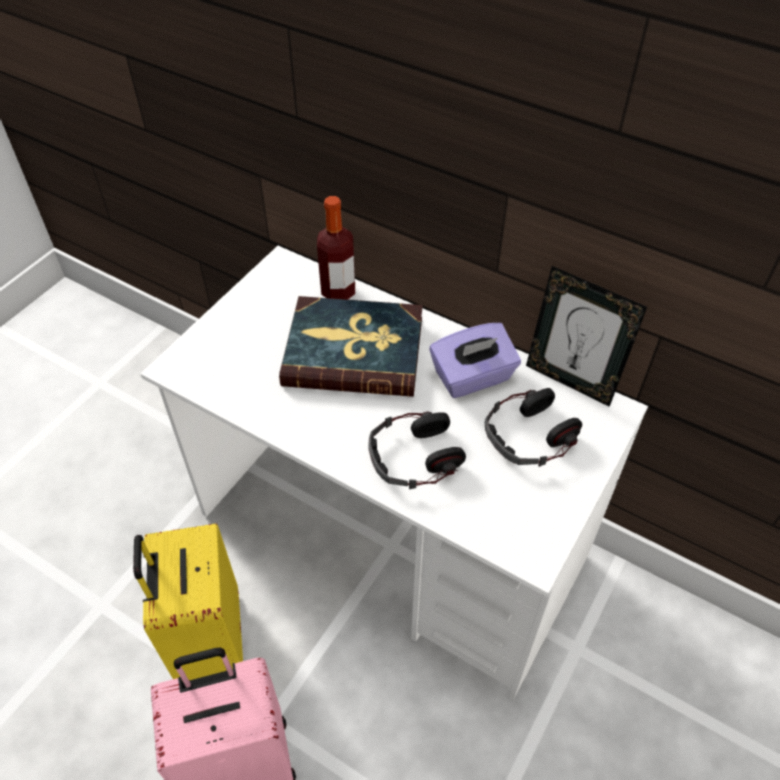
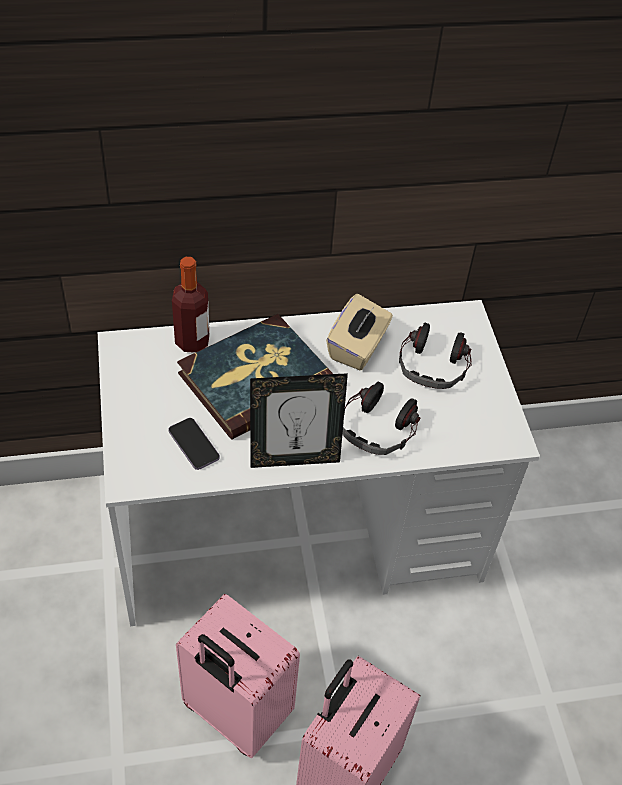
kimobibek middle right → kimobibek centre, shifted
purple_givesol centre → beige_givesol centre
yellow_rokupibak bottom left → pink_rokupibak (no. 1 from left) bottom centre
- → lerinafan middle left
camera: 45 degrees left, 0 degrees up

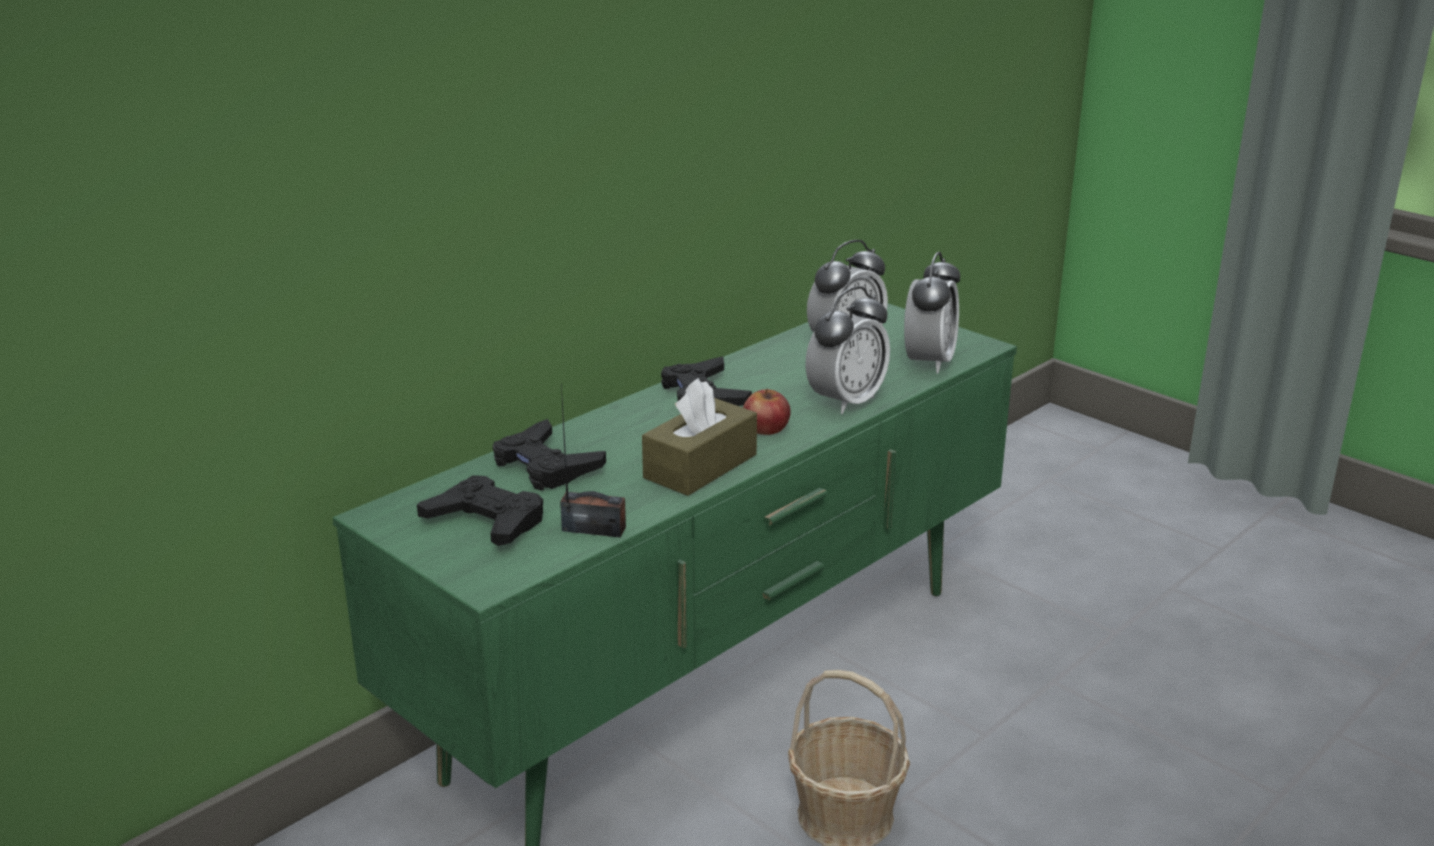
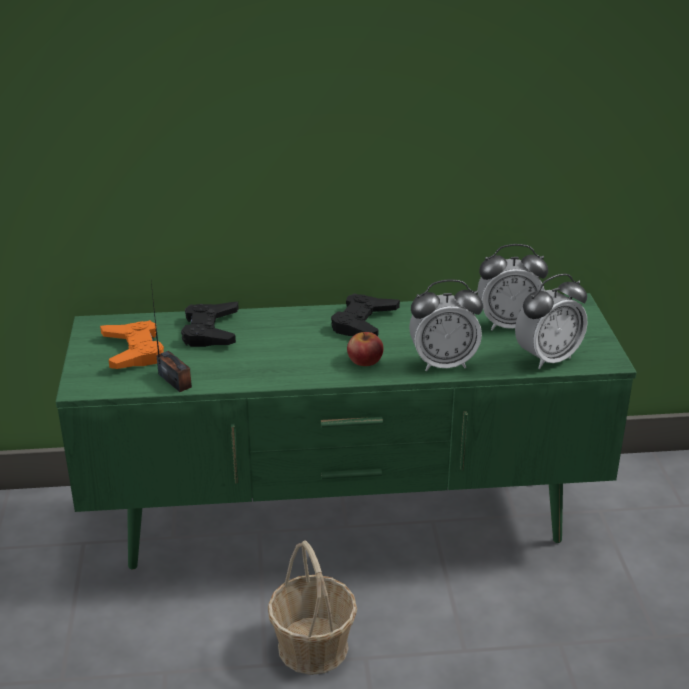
brown_givesol centre → -
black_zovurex (no. 1 from left) centre → orange_zovurex middle left
camera: 40 degrees right, 5 degrees up

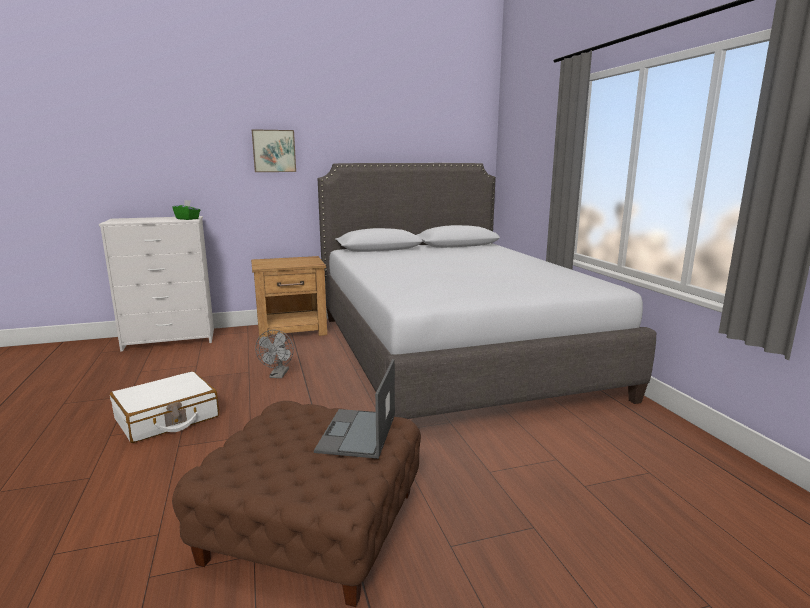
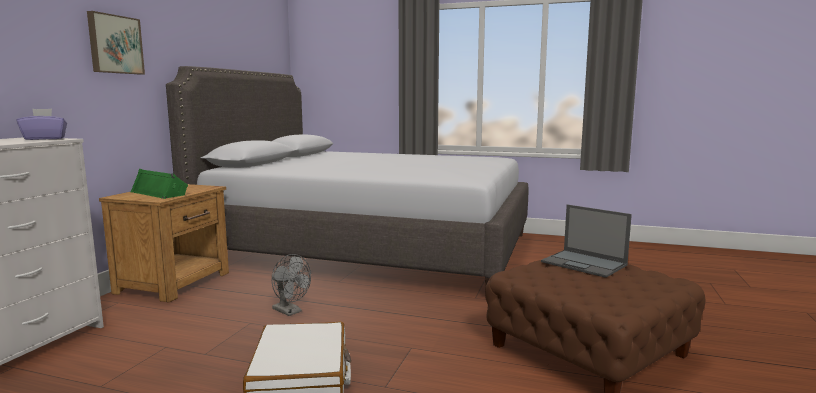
green_givesol middle left → purple_givesol top left
- → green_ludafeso middle left
camera: 55 degrees left, 5 degrees down

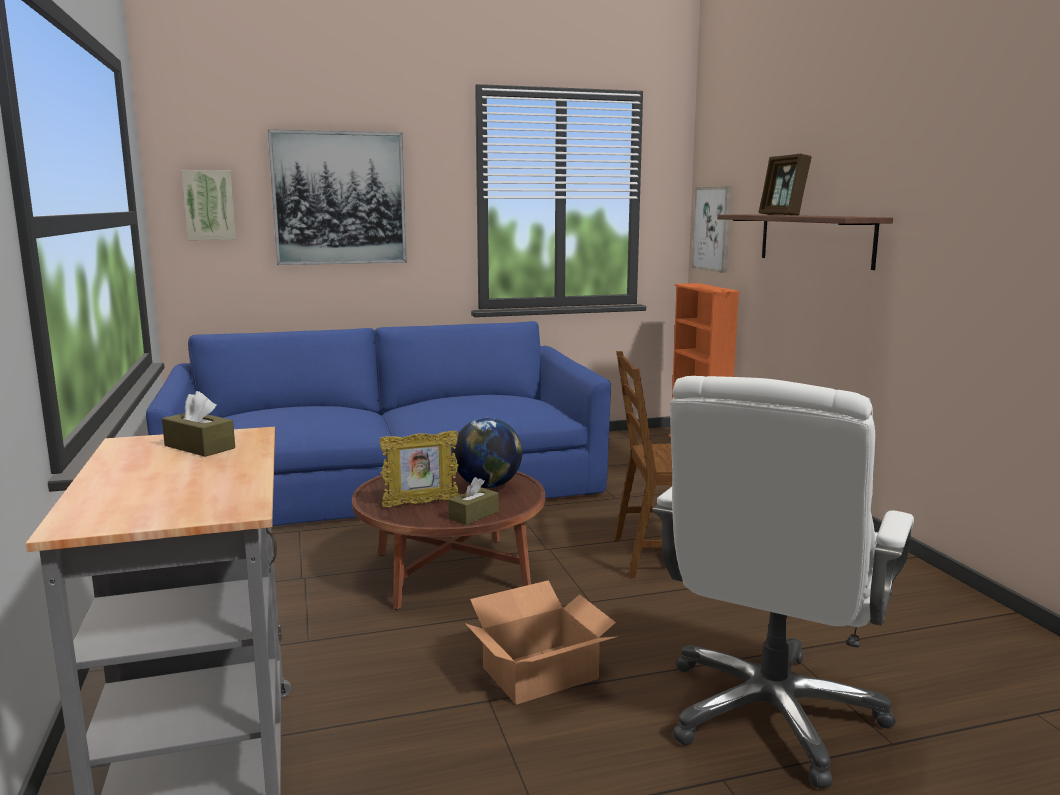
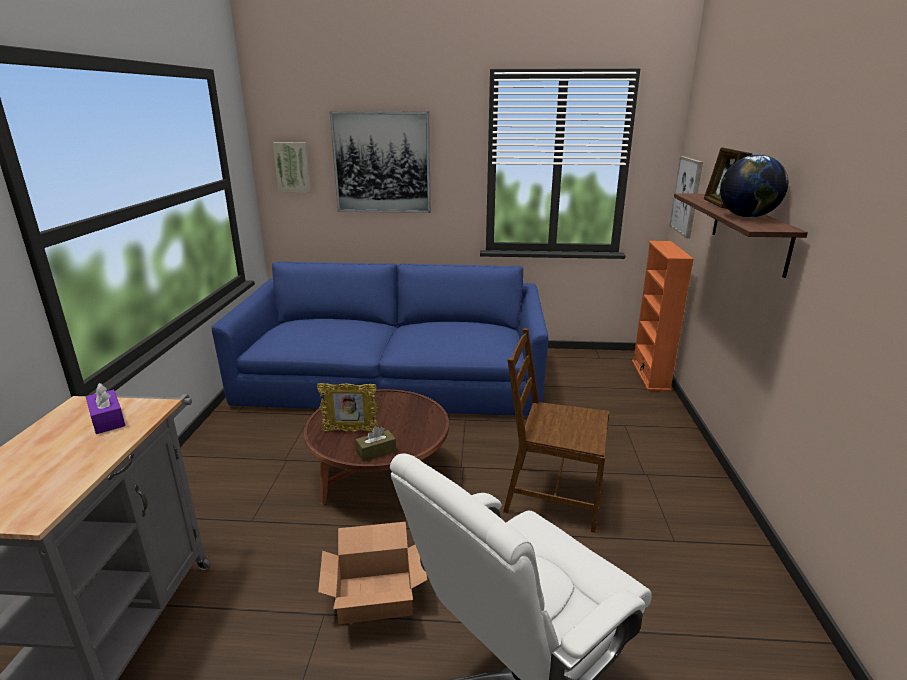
brown_givesol (no. 1 from left) middle left → purple_givesol middle left
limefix centre → limefix top right, shifted
camera: 20 degrees right, 10 degrees up

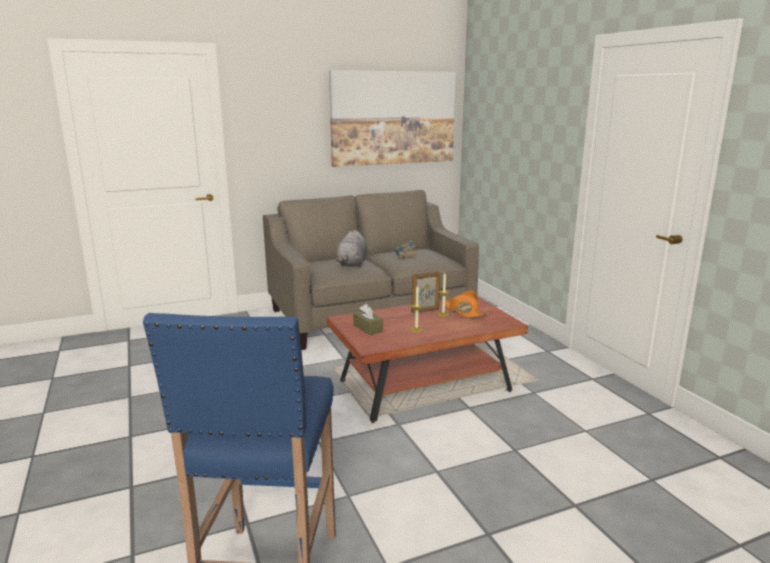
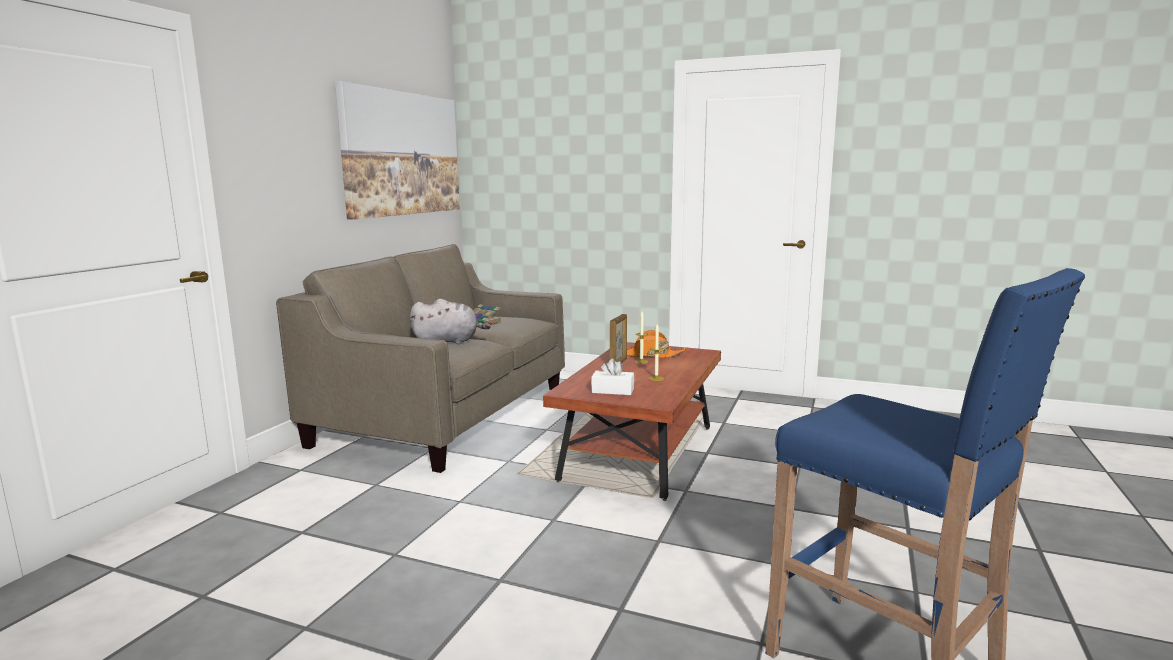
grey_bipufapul centre, 60 degrees counterclockwise
brown_givesol centre → white_givesol centre
camera: 45 degrees left, 5 degrees down

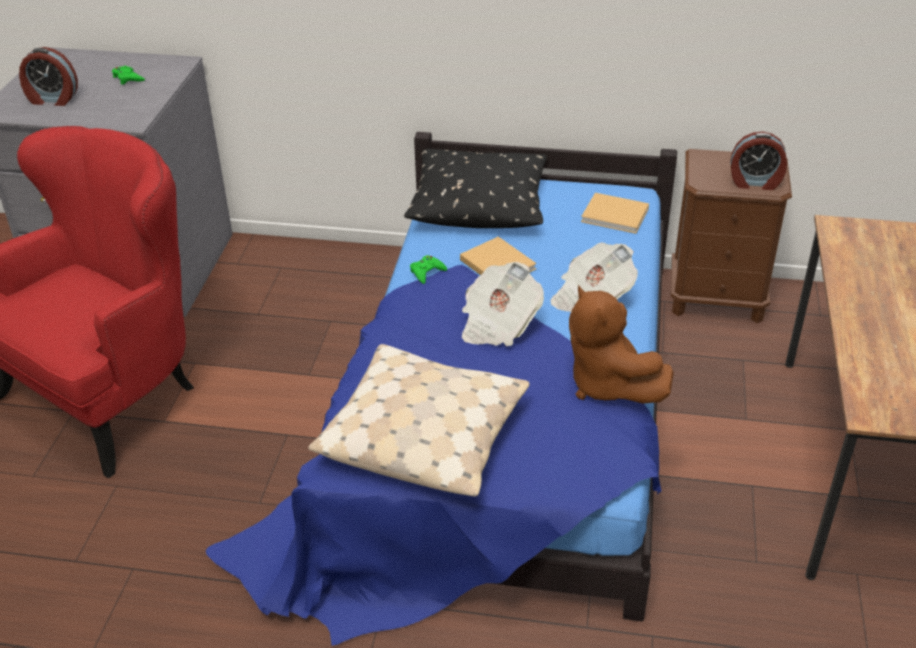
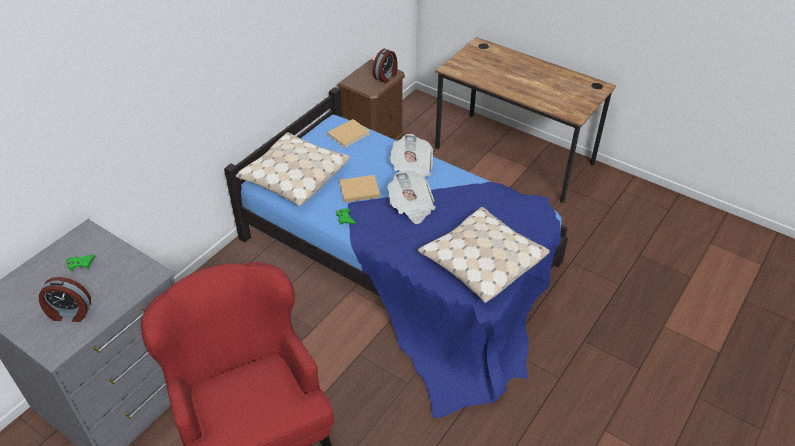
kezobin (no. 1 from left) top left → kezobin (no. 1 from left) bottom left, 60 degrees clockwise
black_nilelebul top centre → beige_nilelebul (no. 1 from left) centre
brown_bipufapul middle right → -
camera: 65 degrees left, 5 degrees up

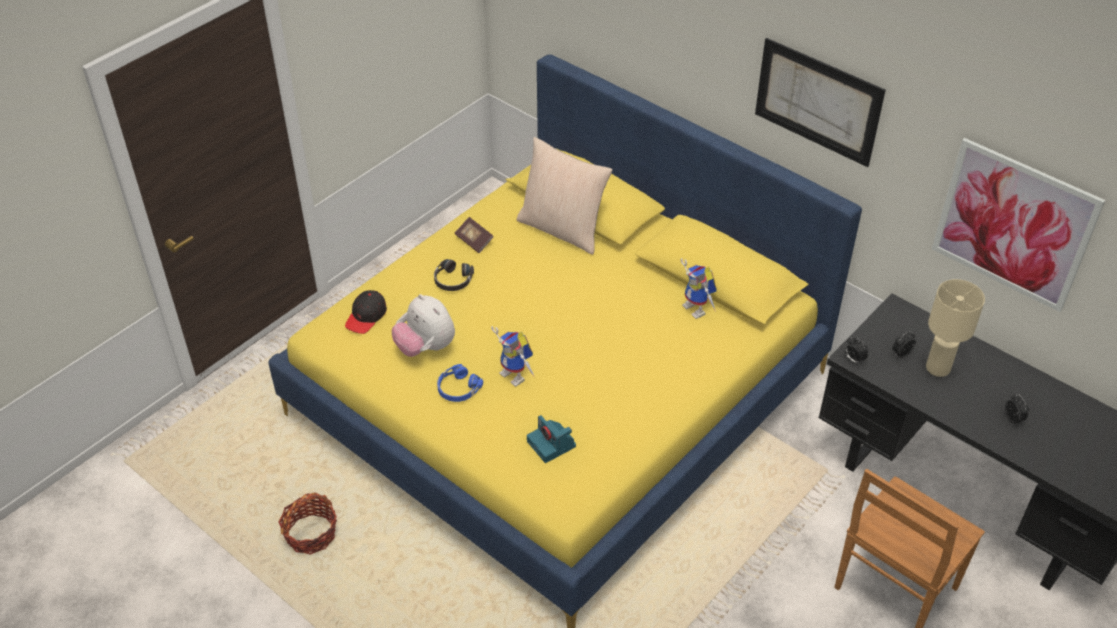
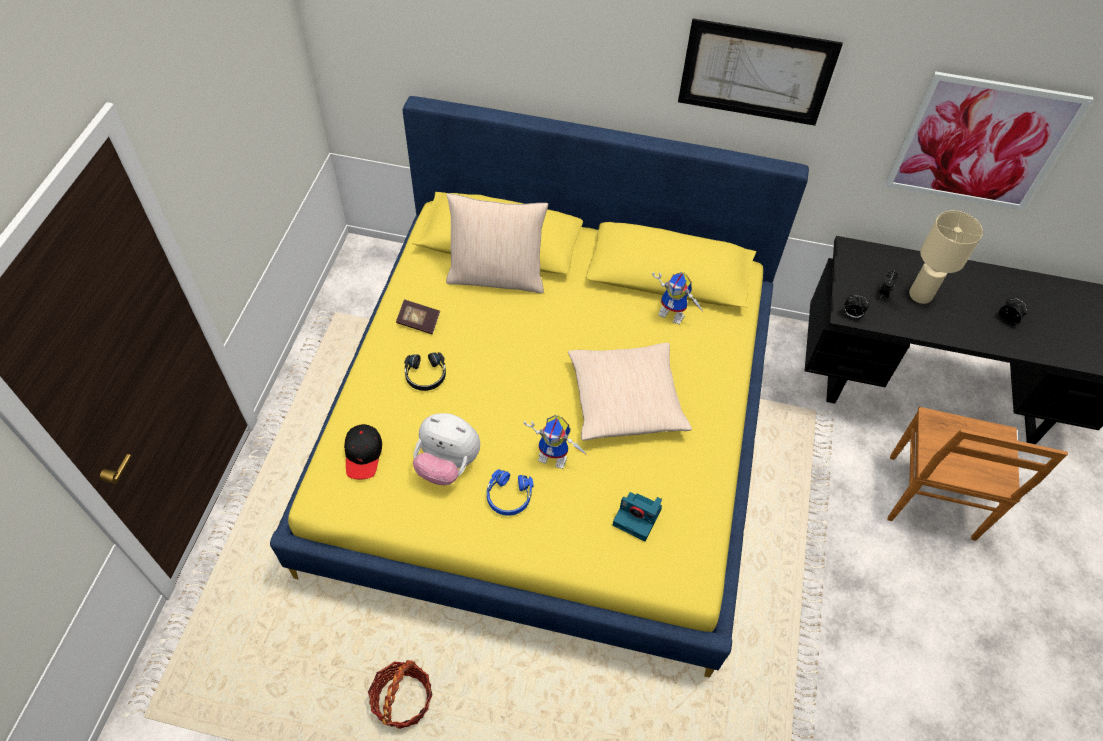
- → beige_nilelebul (no. 2 from left) centre
camera: 30 degrees left, 10 degrees up

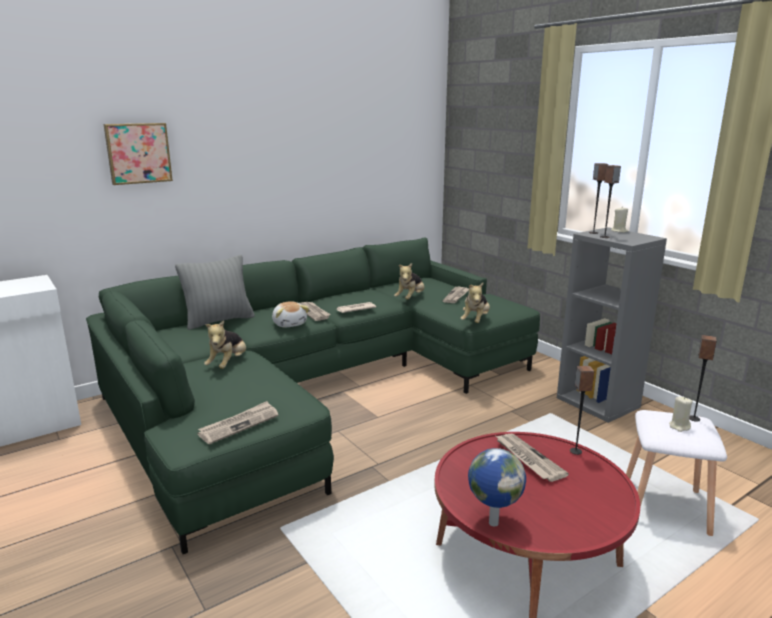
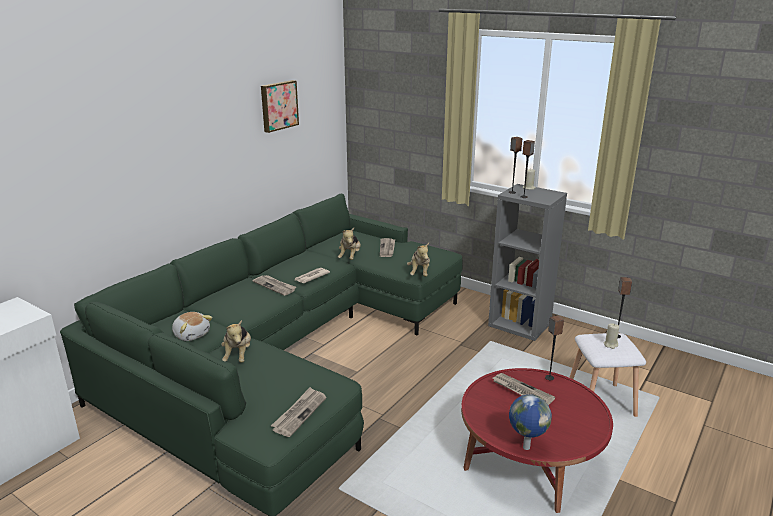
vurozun top left → vurozun top centre, shifted
grey_nilelebul middle left → -
bipufapul (no. 2 from left in the first image) centre → bipufapul (no. 1 from left) middle left, shifted
camera: 20 degrees left, 5 degrees up

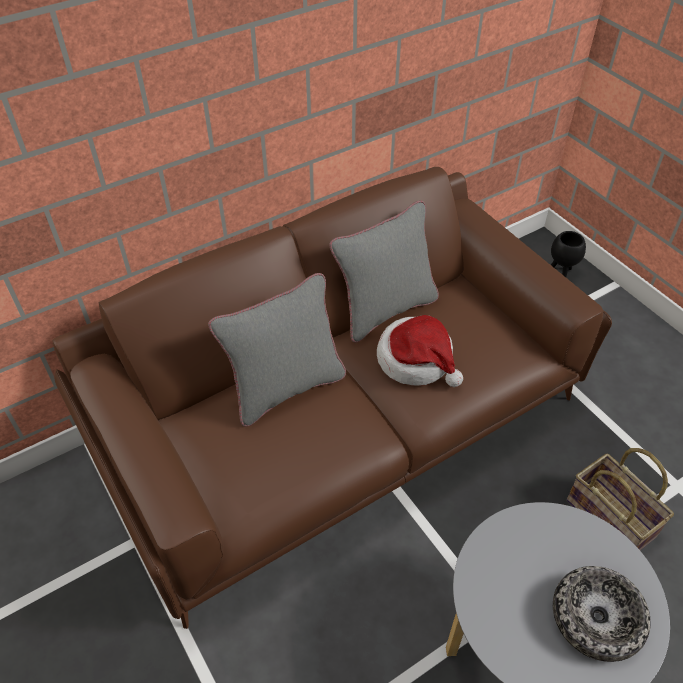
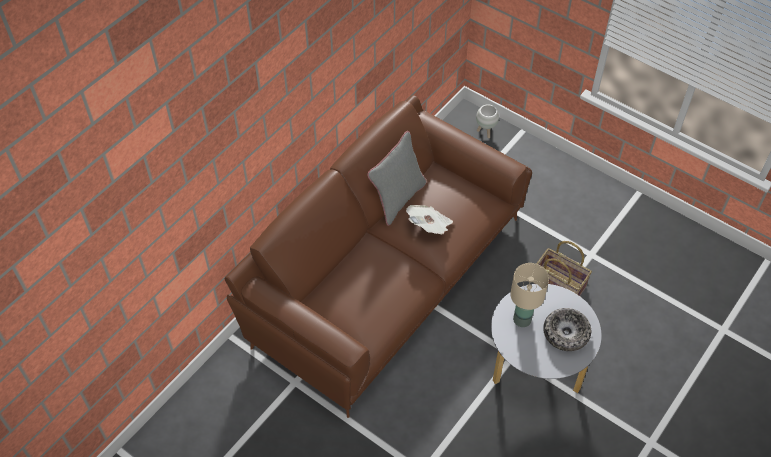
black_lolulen middle right → white_lolulen top centre
grey_nilelebul (no. 1 from left) centre → -
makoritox centre → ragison centre
- → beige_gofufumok middle right
camera: 20 degrees left, 5 degrees up

